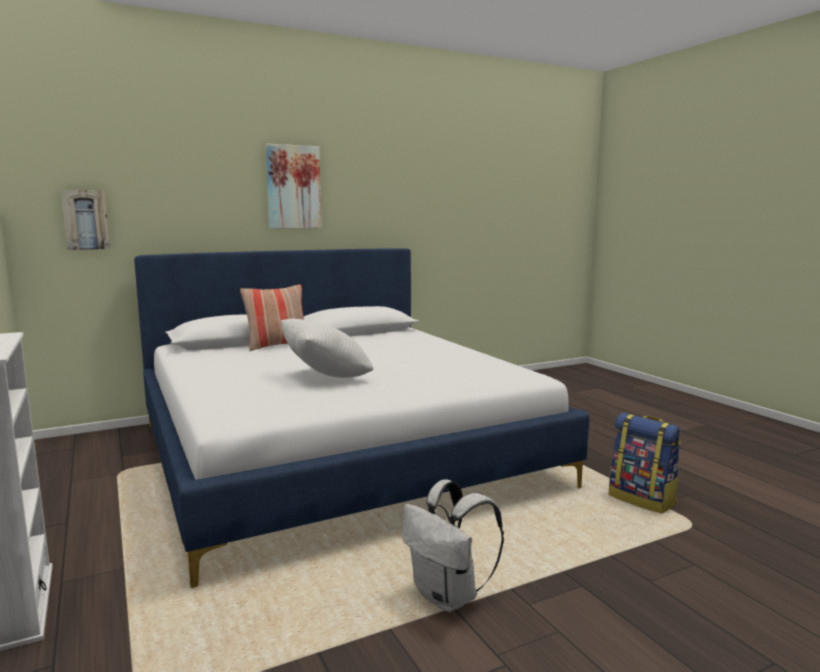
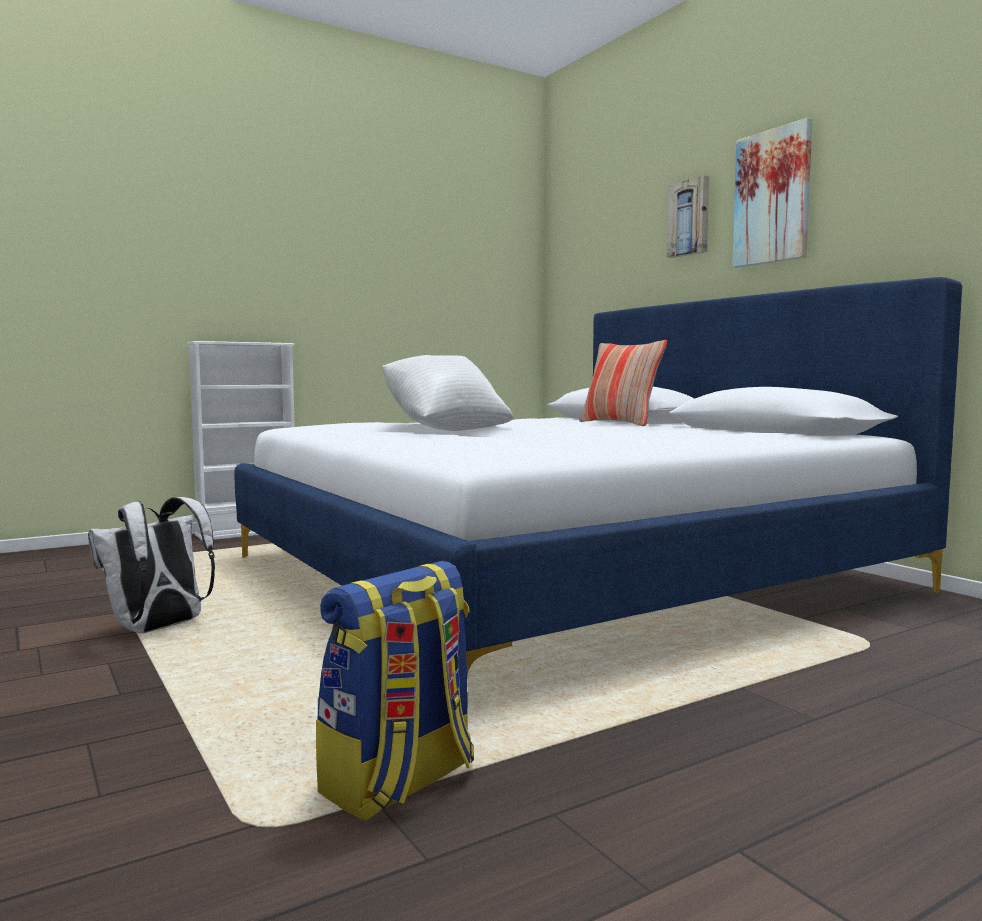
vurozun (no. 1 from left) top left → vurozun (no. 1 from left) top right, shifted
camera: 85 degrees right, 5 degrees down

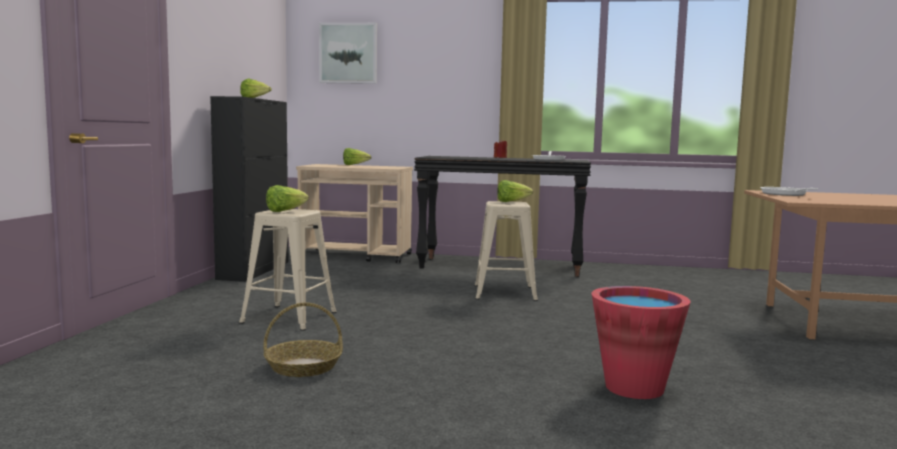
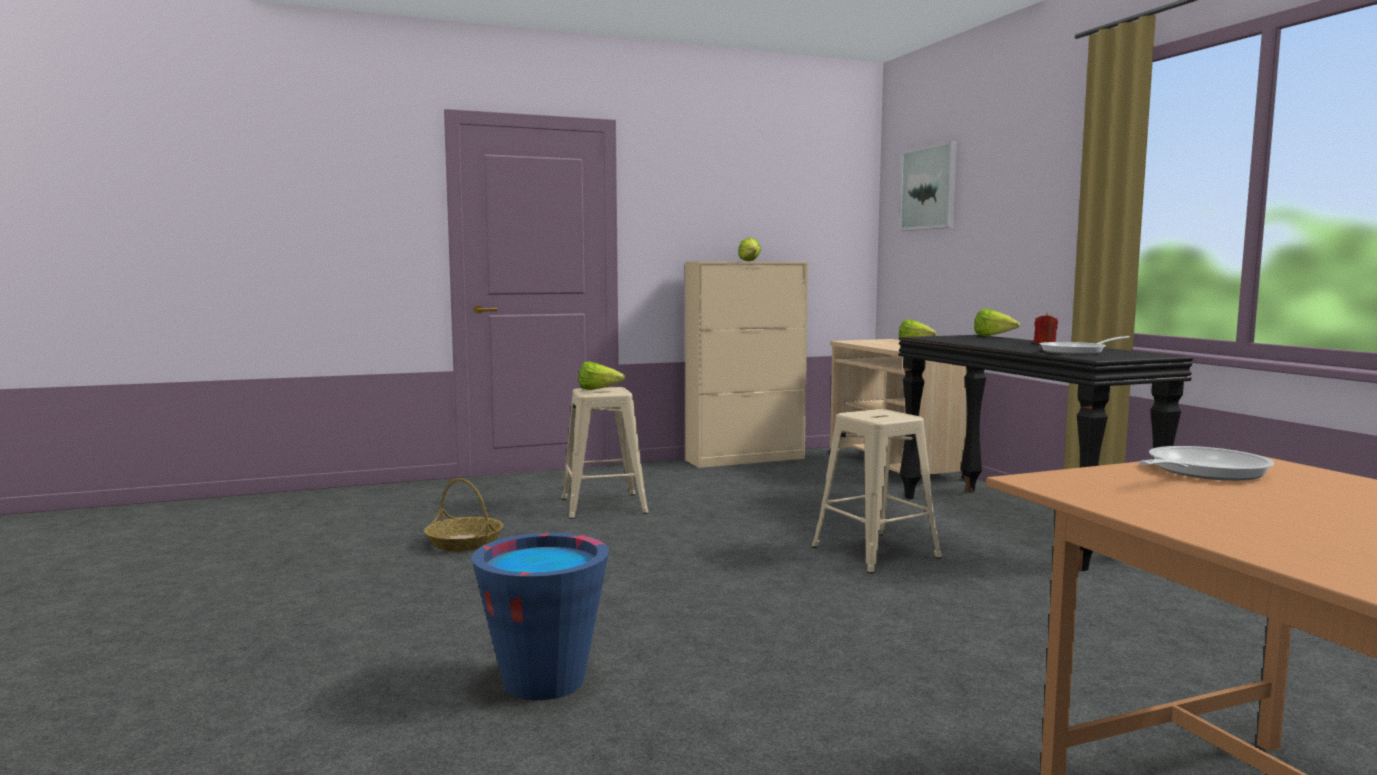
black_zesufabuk middle left → beige_zesufabuk centre
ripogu (no. 4 from left) centre → ripogu (no. 4 from left) middle right, shifted
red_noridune bottom right → blue_noridune bottom centre
camera: 60 degrees right, 0 degrees up

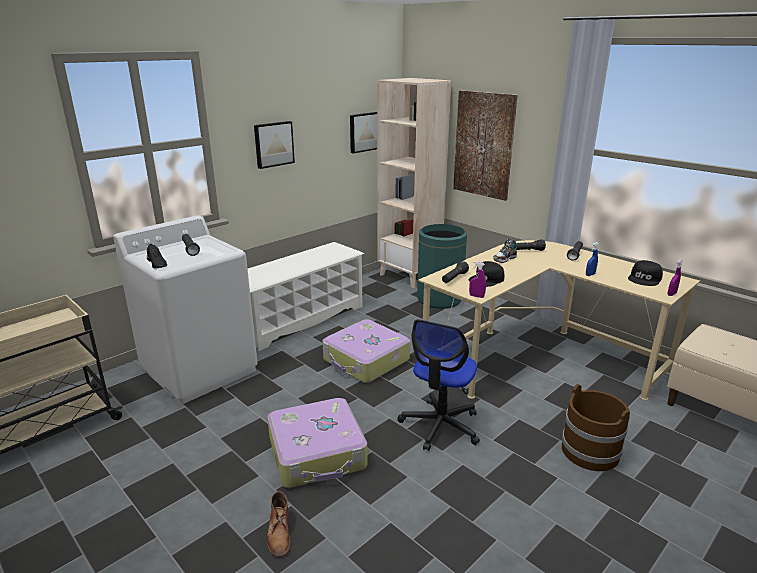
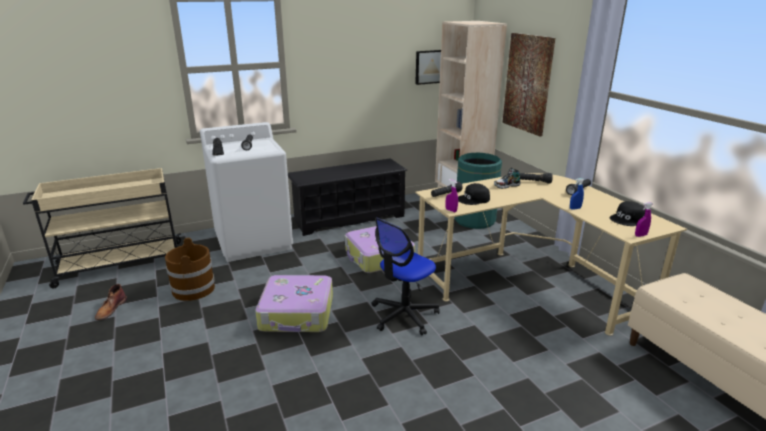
vurozun (no. 1 from left) top centre → -
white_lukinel centre → black_lukinel centre
brown_noridune bottom right → brown_noridune middle left, shifted
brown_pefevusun bottom centre → brown_pefevusun bottom left, shifted
camera: 20 degrees right, 0 degrees up

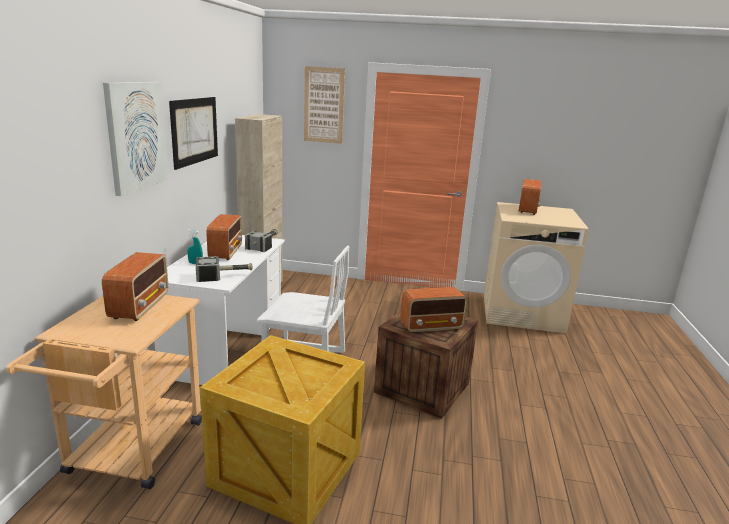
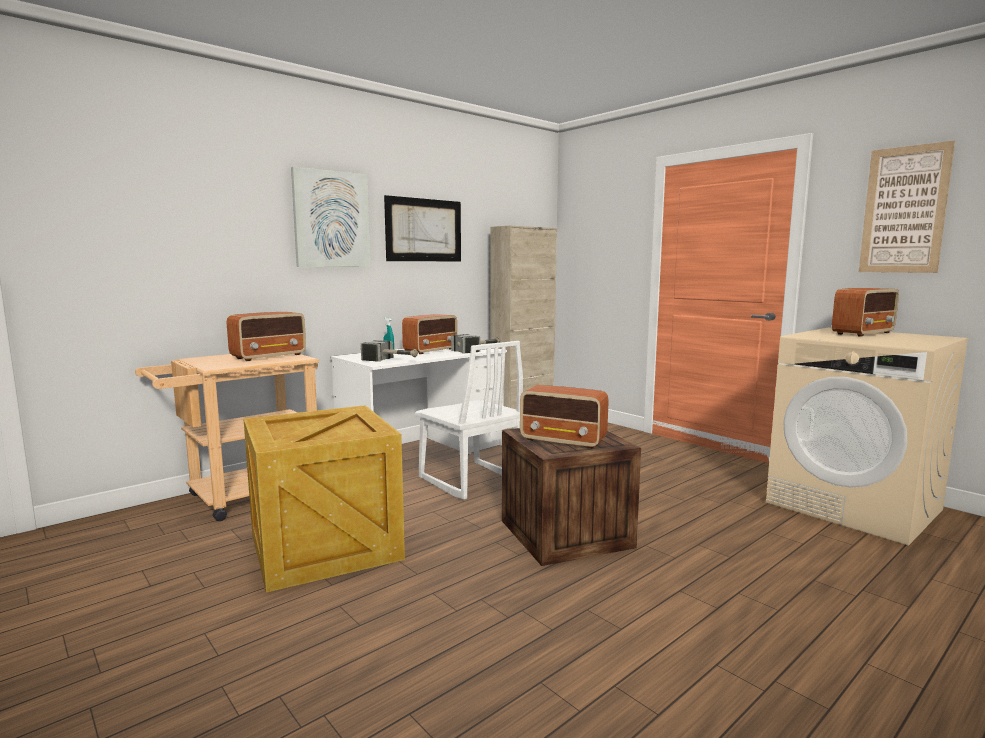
vurozun (no. 3 from left) top centre → vurozun (no. 3 from left) top right, shifted
camera: 40 degrees right, 10 degrees down

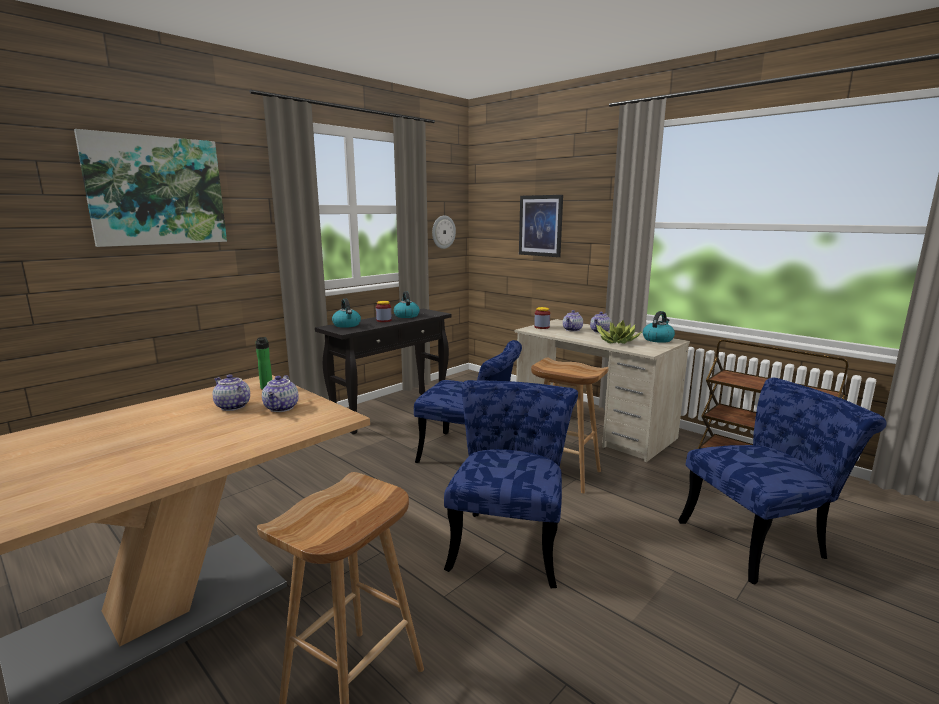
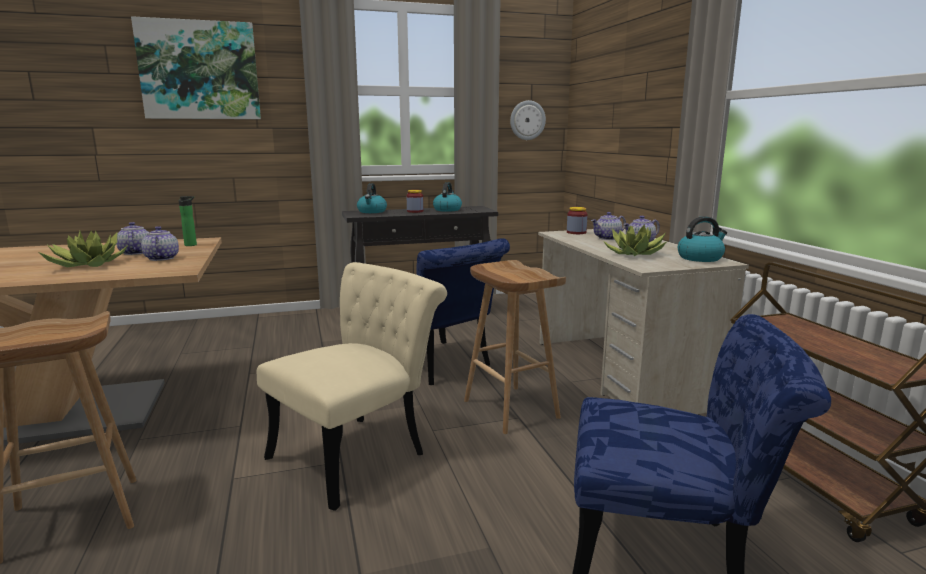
vurozun (no. 2 from left) top centre → -
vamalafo (no. 2 from left) middle left, 135 degrees clockwise
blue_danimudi (no. 2 from left) bottom centre → beige_danimudi bottom centre
- → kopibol (no. 1 from left) middle left
camera: 30 degrees right, 0 degrees up

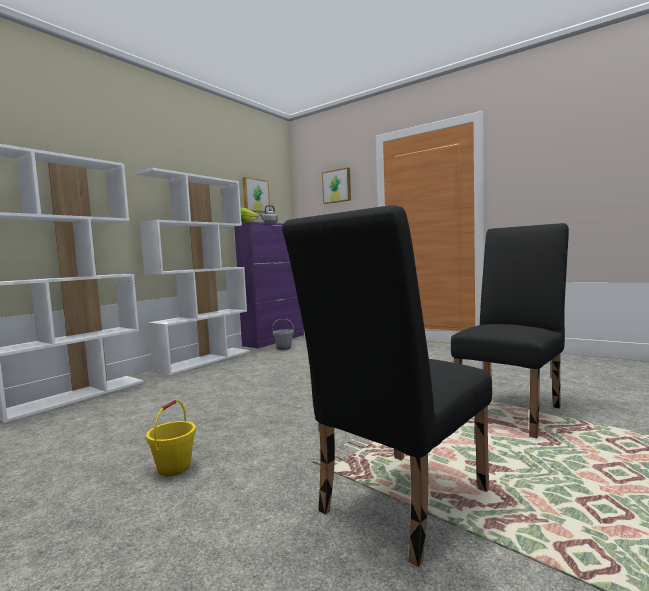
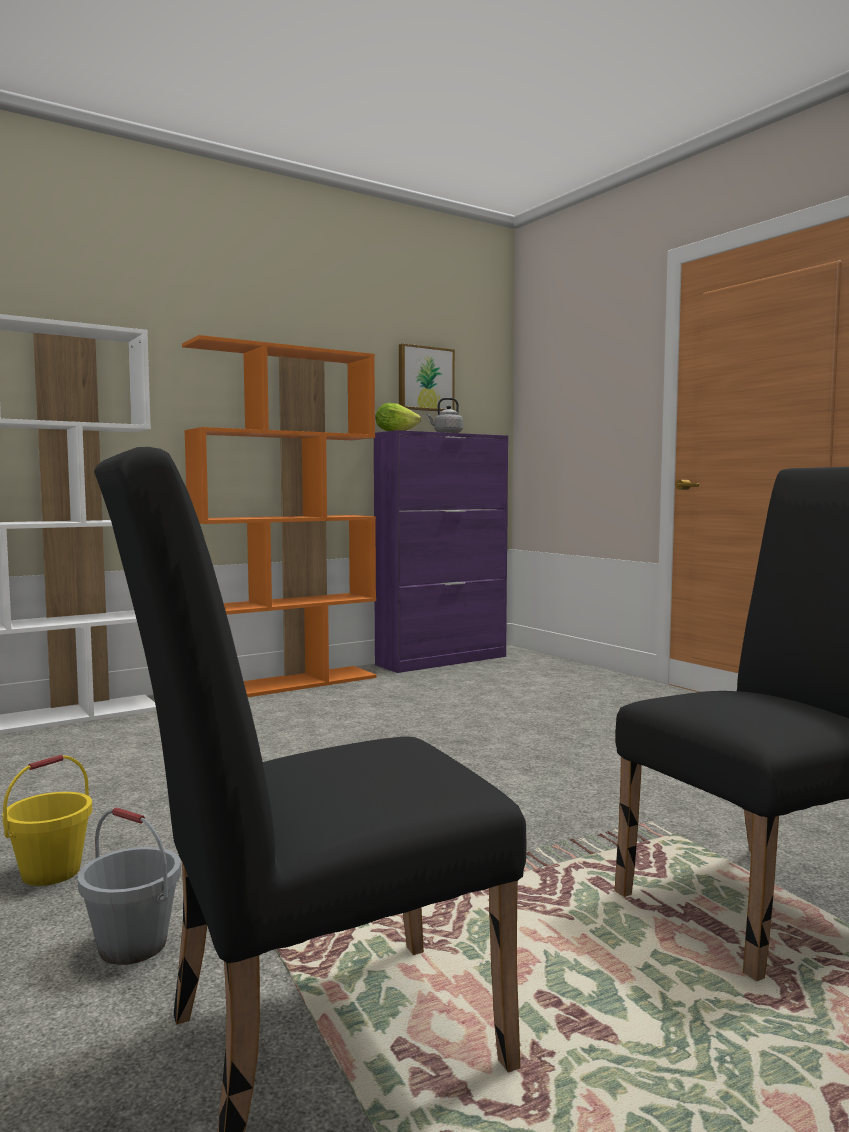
vurozun (no. 2 from left) top centre → -
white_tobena (no. 2 from left) middle left → orange_tobena middle left
grey_noridune centre → grey_noridune bottom left, shifted
camera: 20 degrees right, 0 degrees up

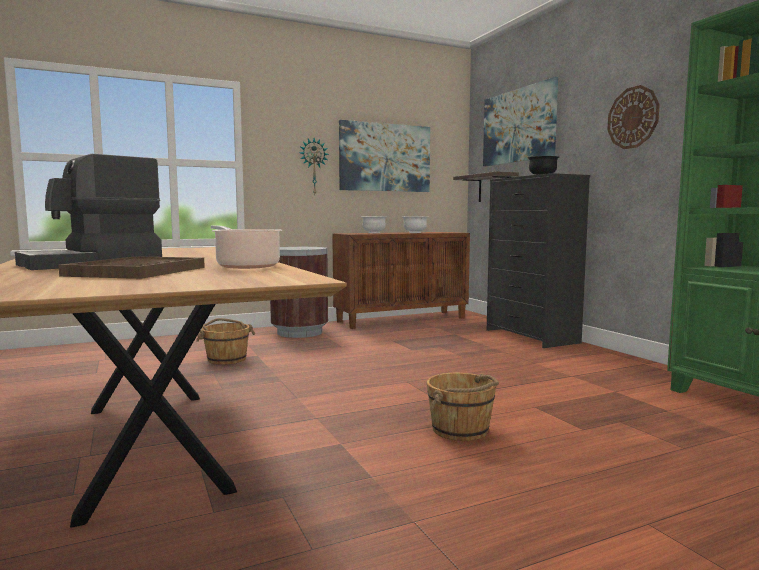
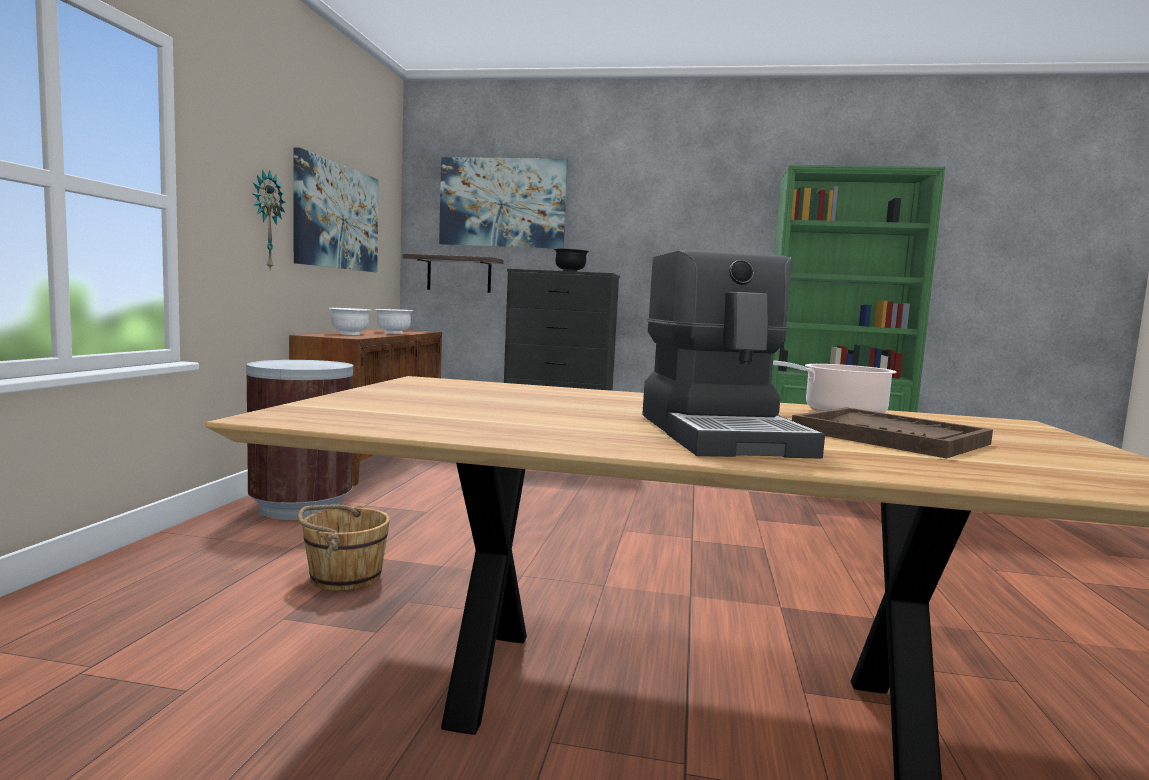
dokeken (no. 2 from left) top right → -
brown_noridune (no. 2 from left) bottom centre → -
camera: 55 degrees left, 0 degrees up

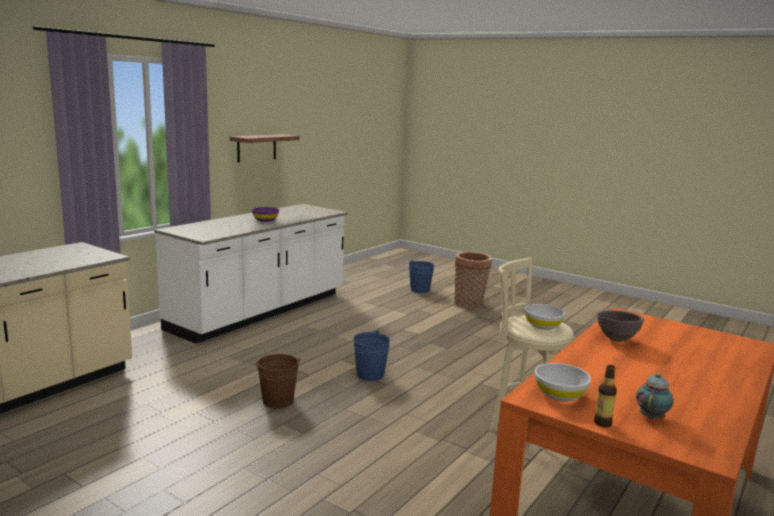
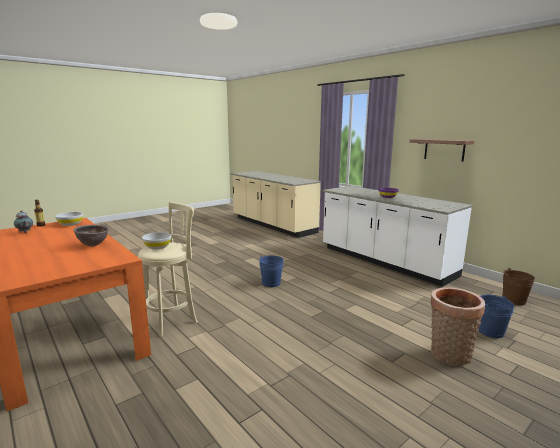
brown_noridune bottom centre → brown_noridune middle right, shifted
camera: 105 degrees right, 0 degrees up

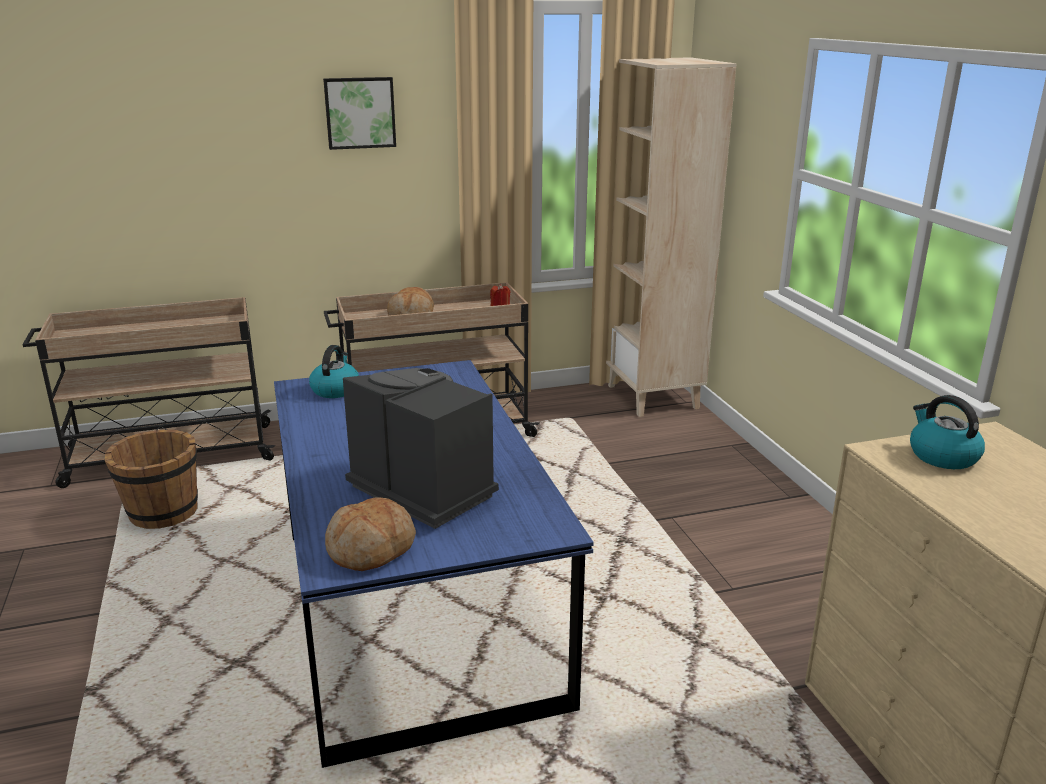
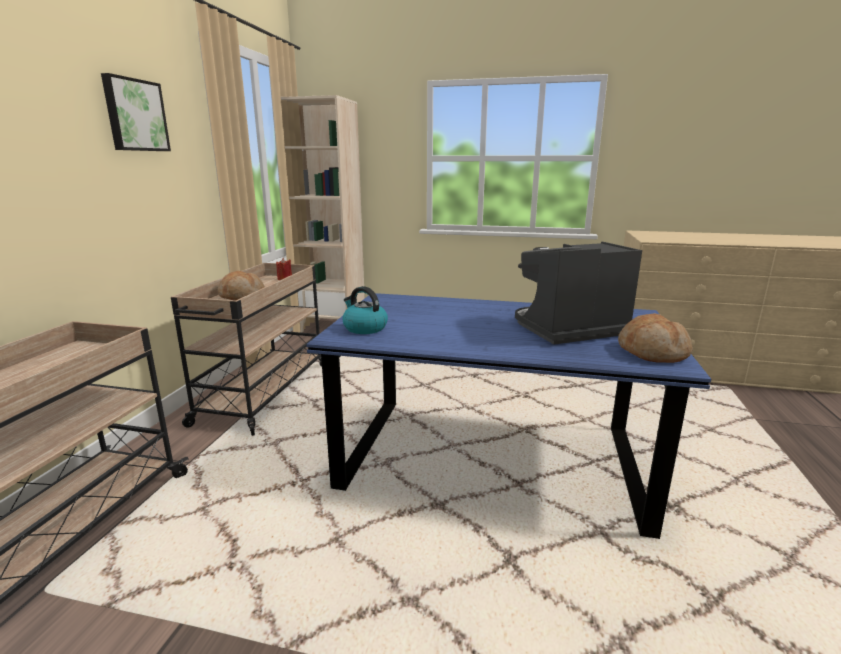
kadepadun (no. 2 from left) middle right → -
brown_noridune middle left → -
camera: 60 degrees left, 5 degrees down

